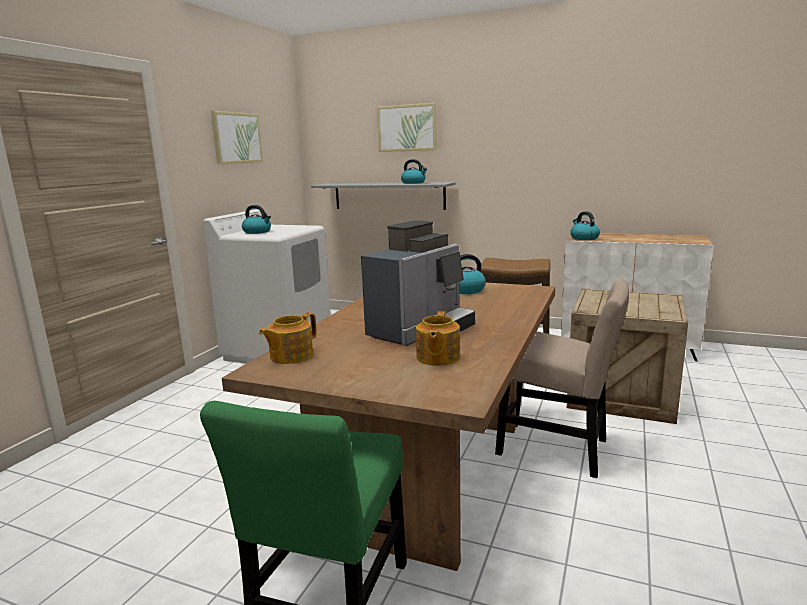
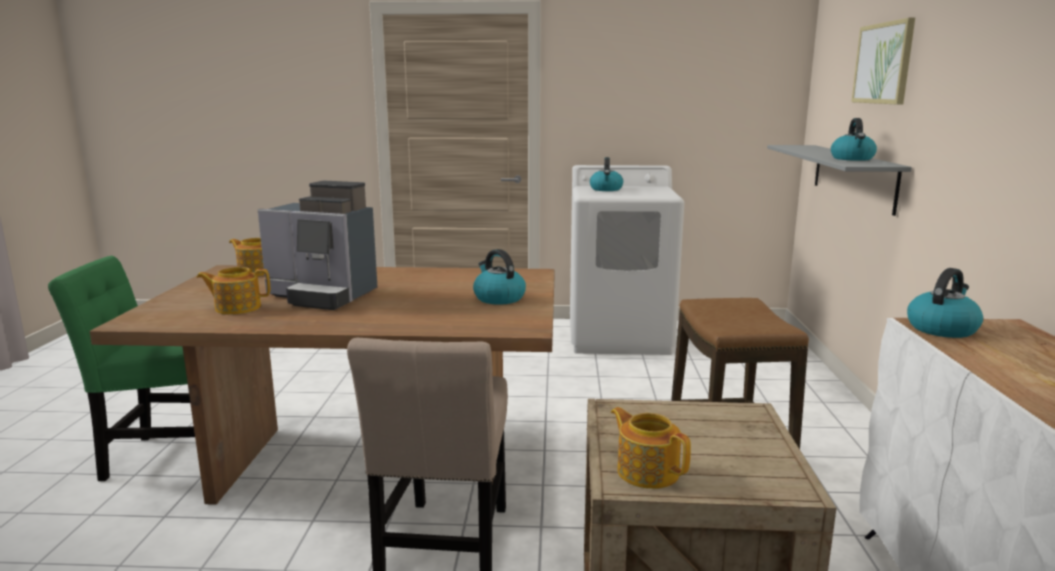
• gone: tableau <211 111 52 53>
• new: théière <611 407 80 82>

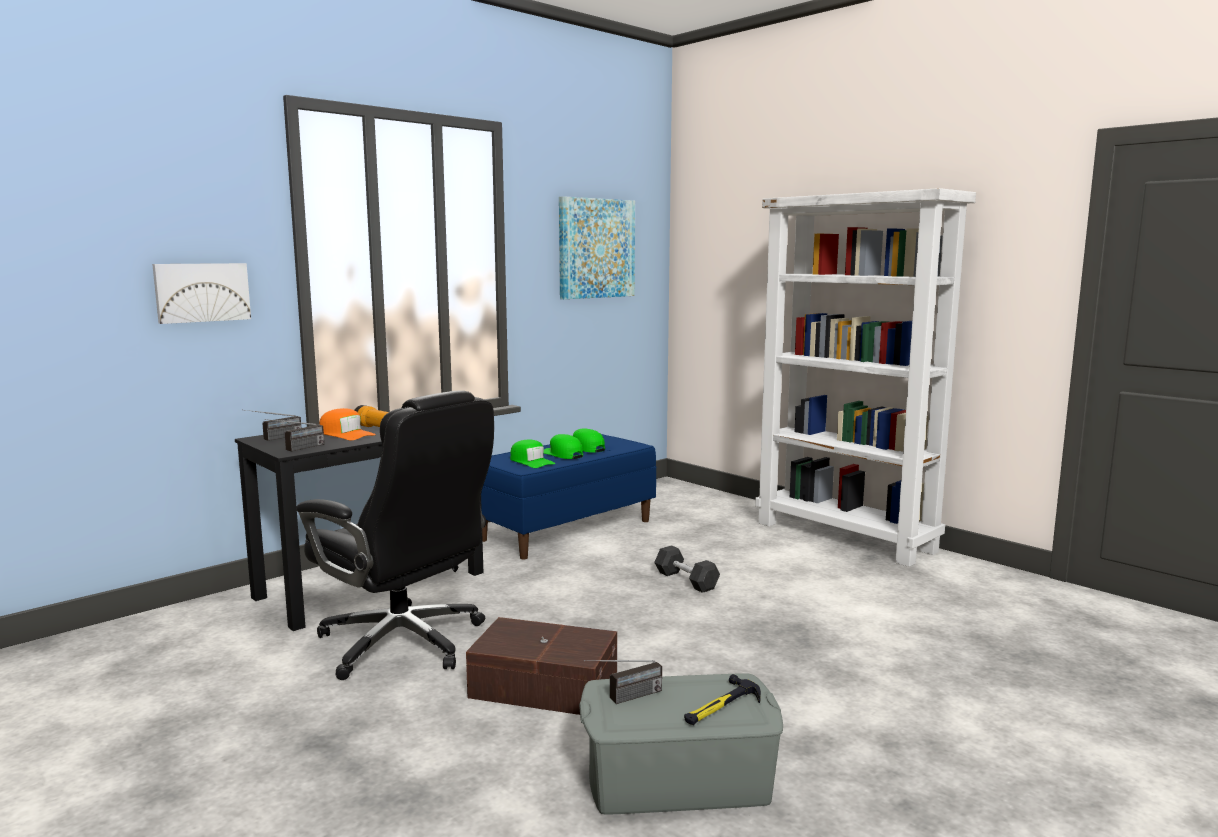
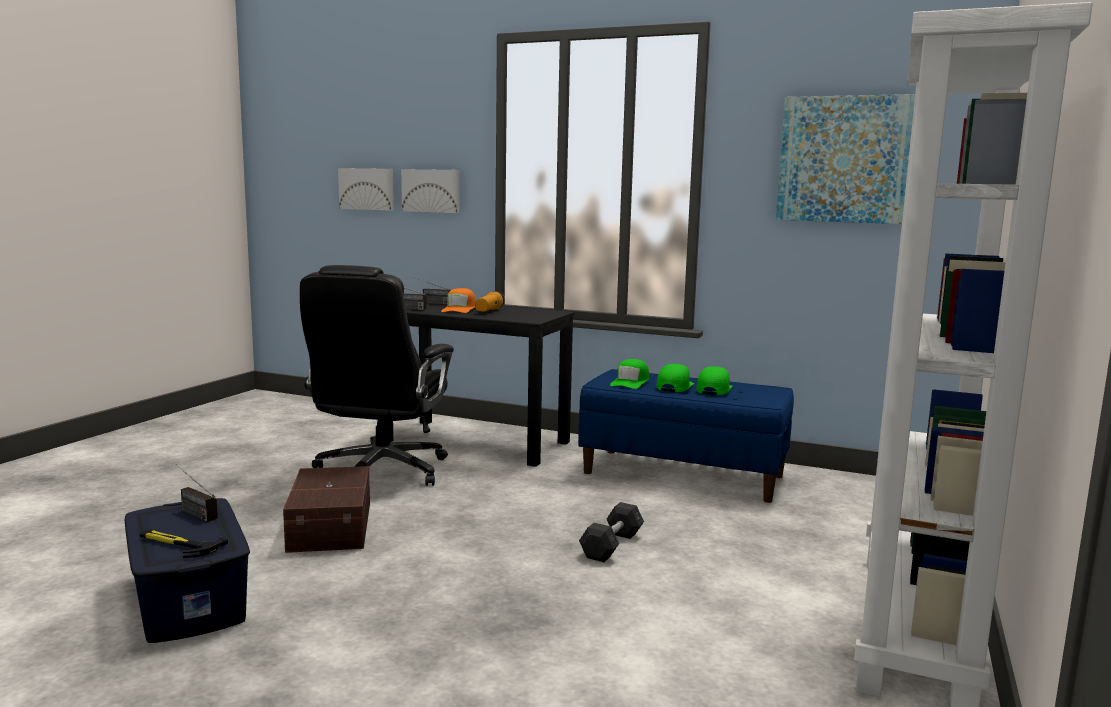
• repainted: boîte de rangement/gris <579 674 204 141> to boîte de rangement/bleu <125 498 125 145>
• new: tableau <338 168 56 43>

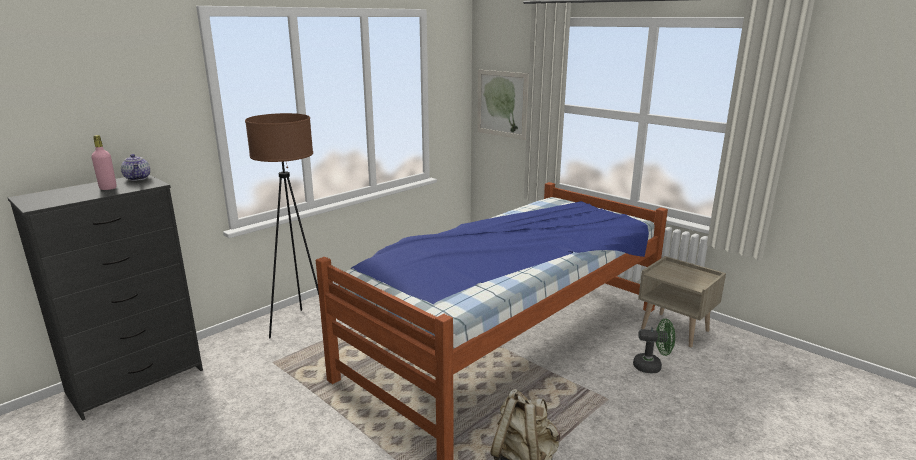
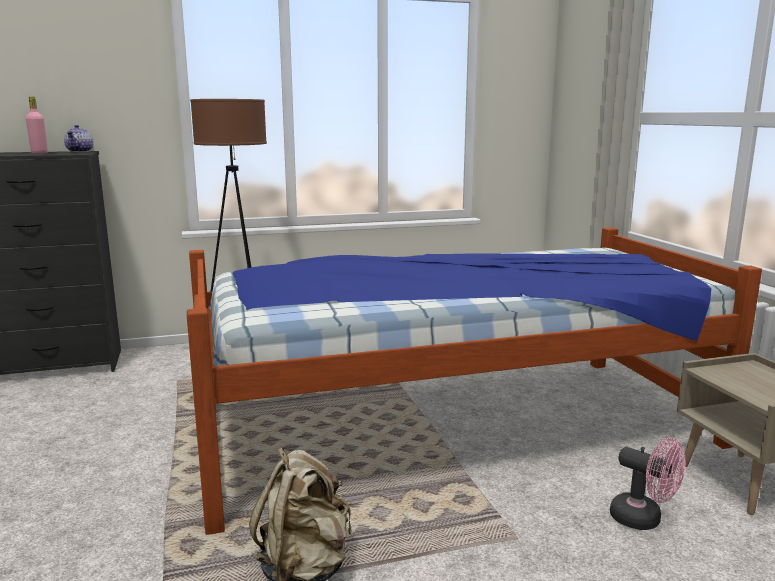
• gone: tableau <477 70 52 70>
• repainted: ventilateur/vert <633 319 42 54> to ventilateur/rose <610 437 76 93>

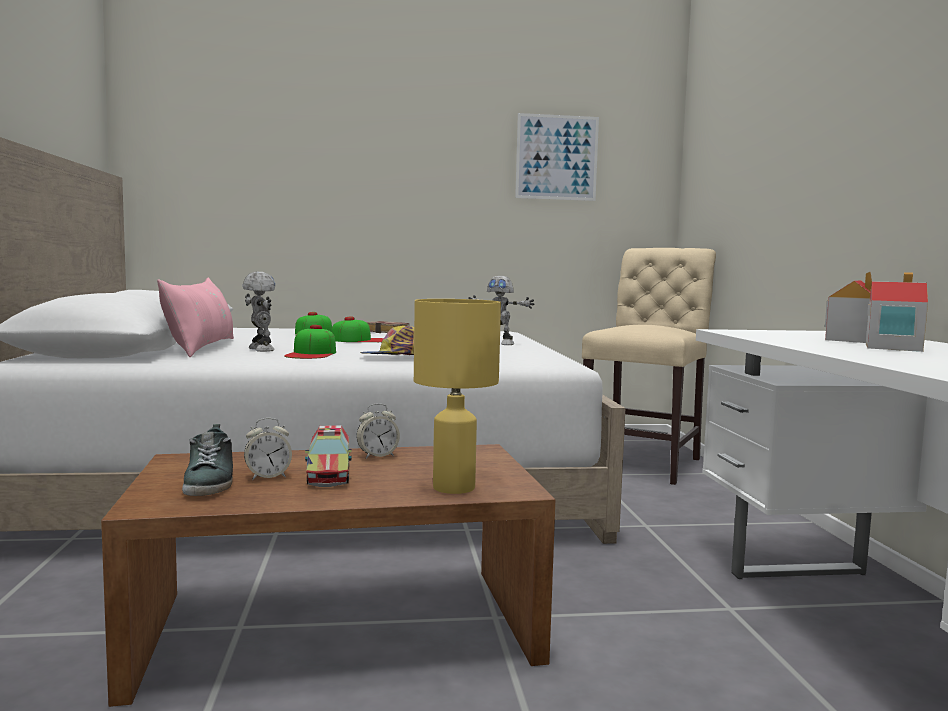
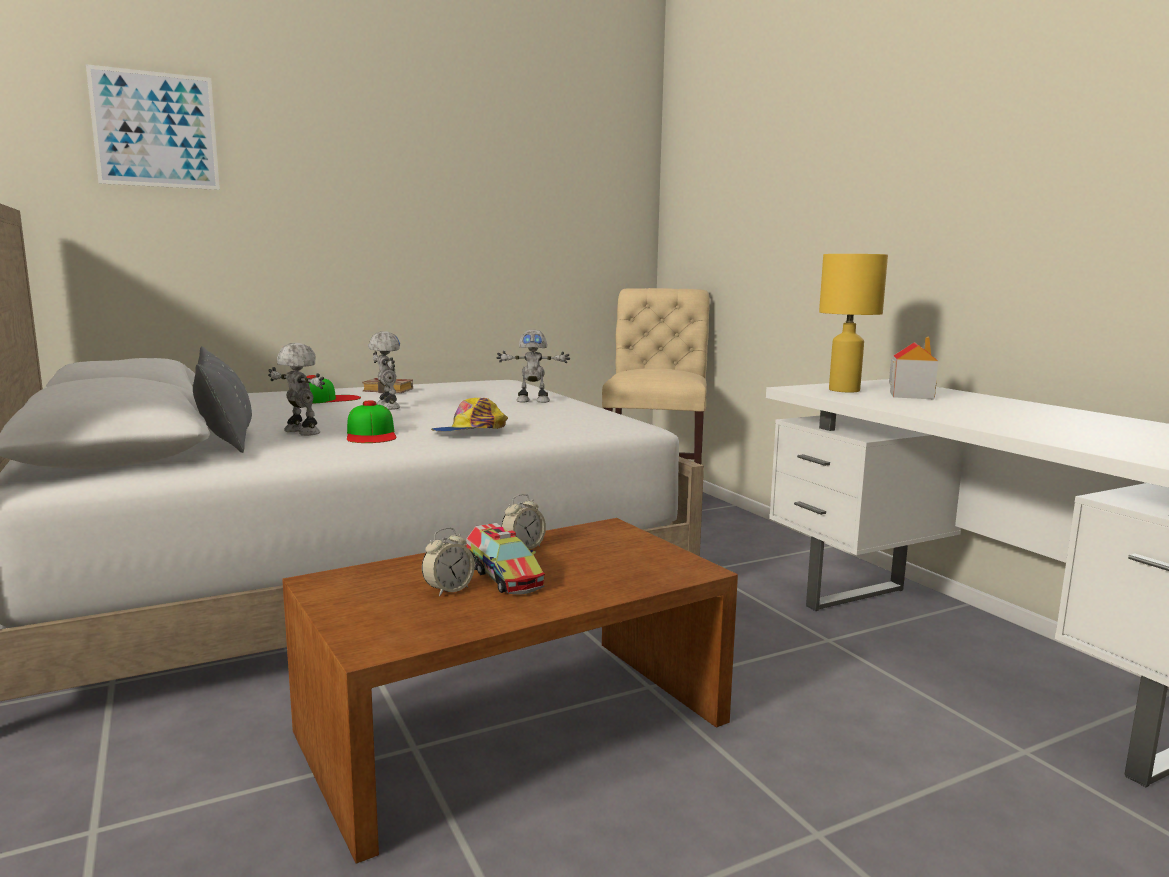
• repainted: coussin/rose <157 278 77 79> to coussin/gris <193 346 59 107>
• gone: chaussure <182 424 51 72>
• swapped: casquette <331 317 53 25> to robot jouet <369 331 31 79>
• shifted: lampe de table/jaune <414 299 87 195> to <819 254 69 138>
• shifted: tableau <515 113 84 88> to <86 64 134 126>
• gone: maison miniature <866 272 62 80>

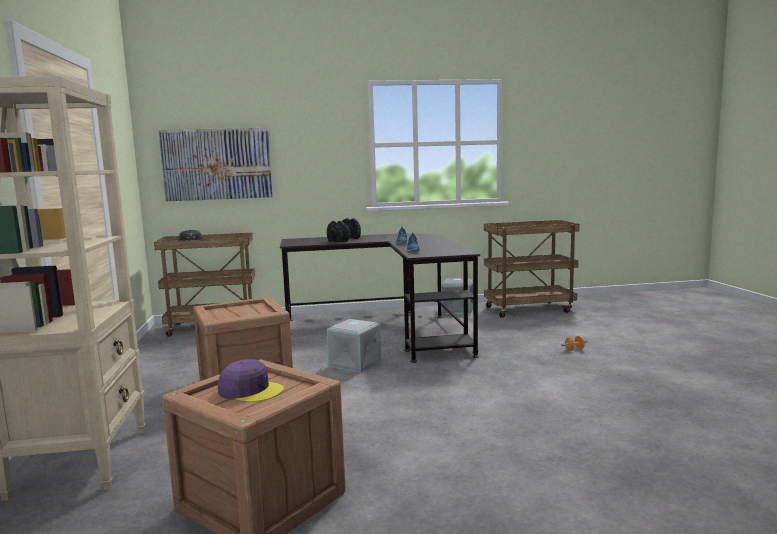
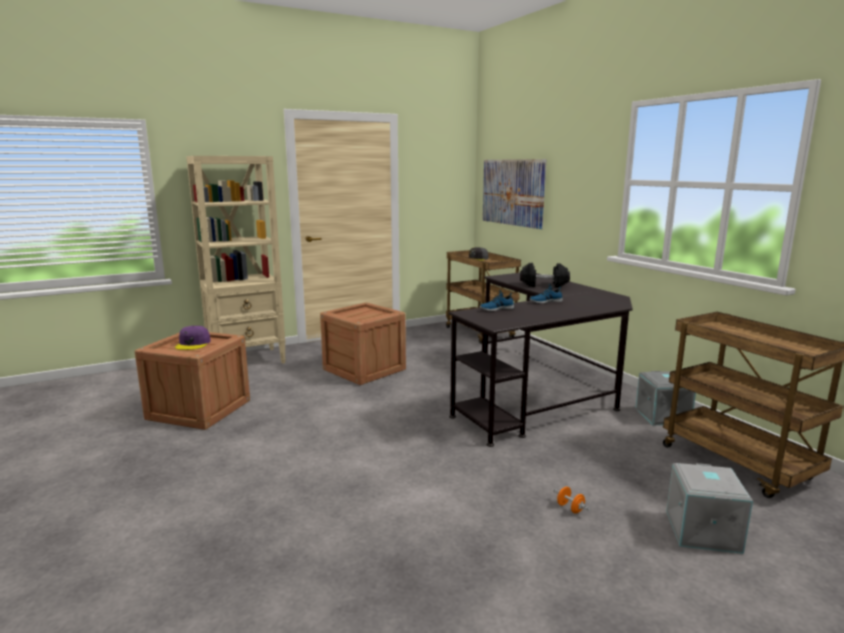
• shifted: boîte de rangement/gris <327 319 55 54> to <666 463 87 91>

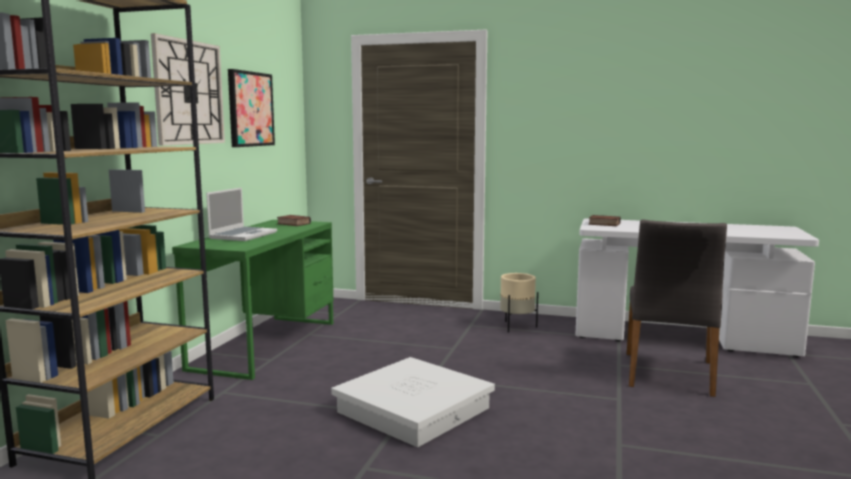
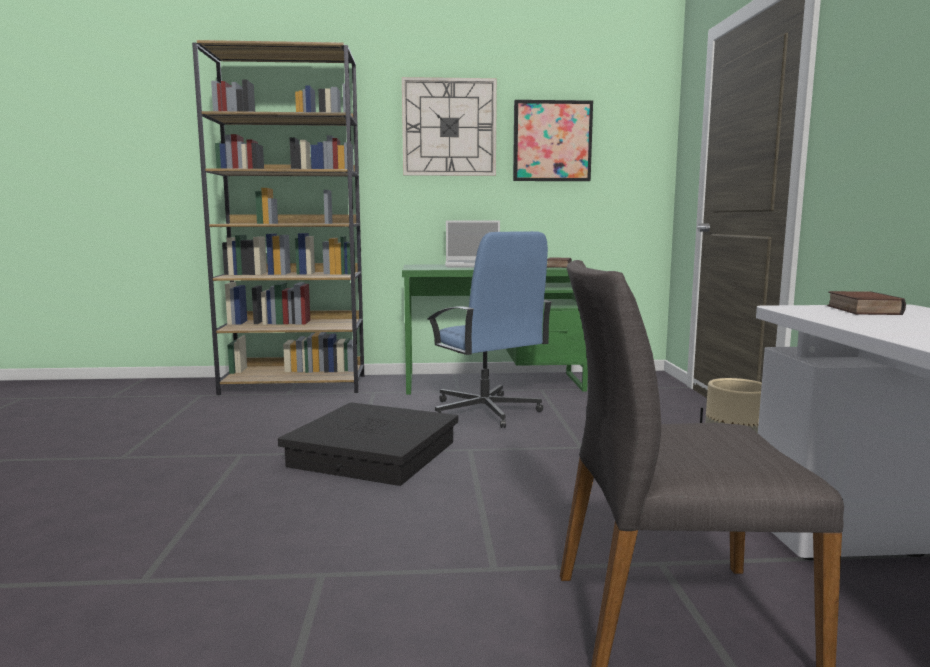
• repainted: boîte de rangement/blanc <331 357 164 90> to boîte de rangement/noir <278 402 180 84>
• new: chaise de bureau/bleu <427 231 125 197>

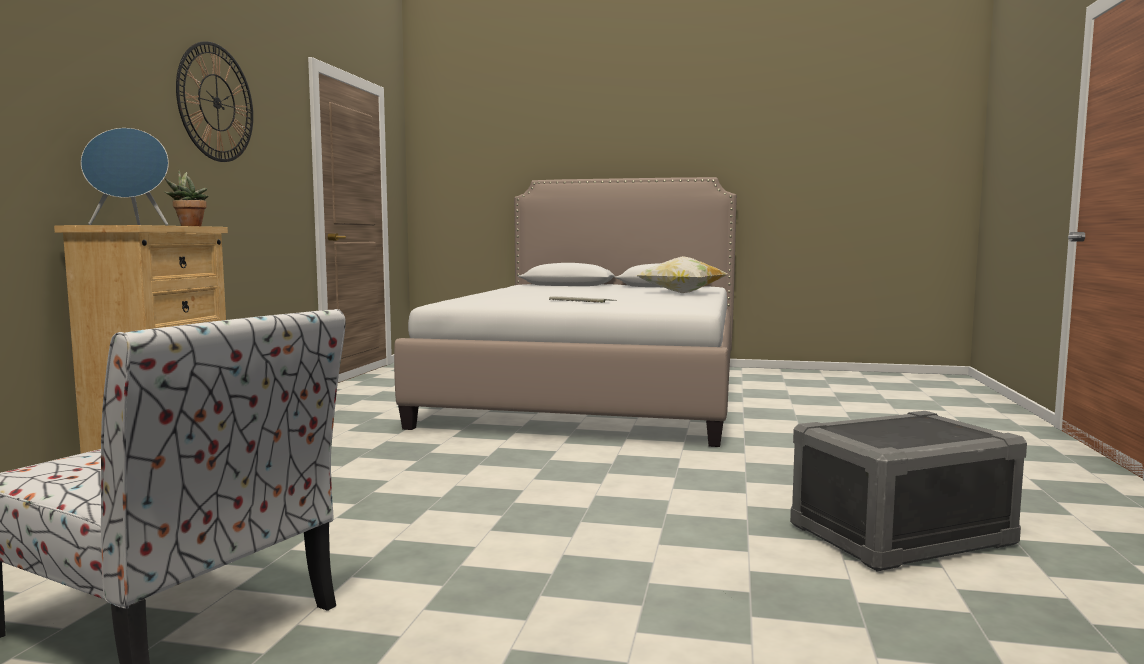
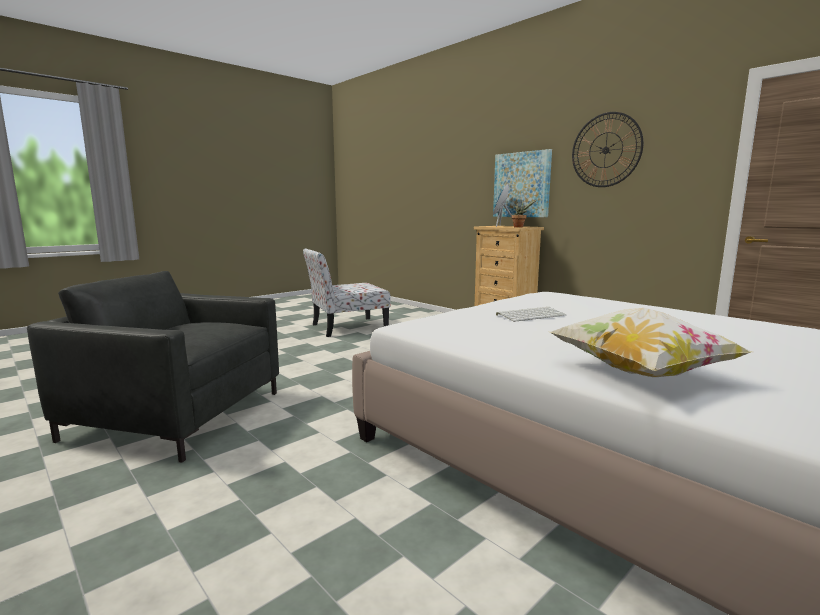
• swapped: boîte de rangement/gris <790 411 237 160> to fauteuil/gris <27 271 252 192>
• new: tableau <493 149 59 68>

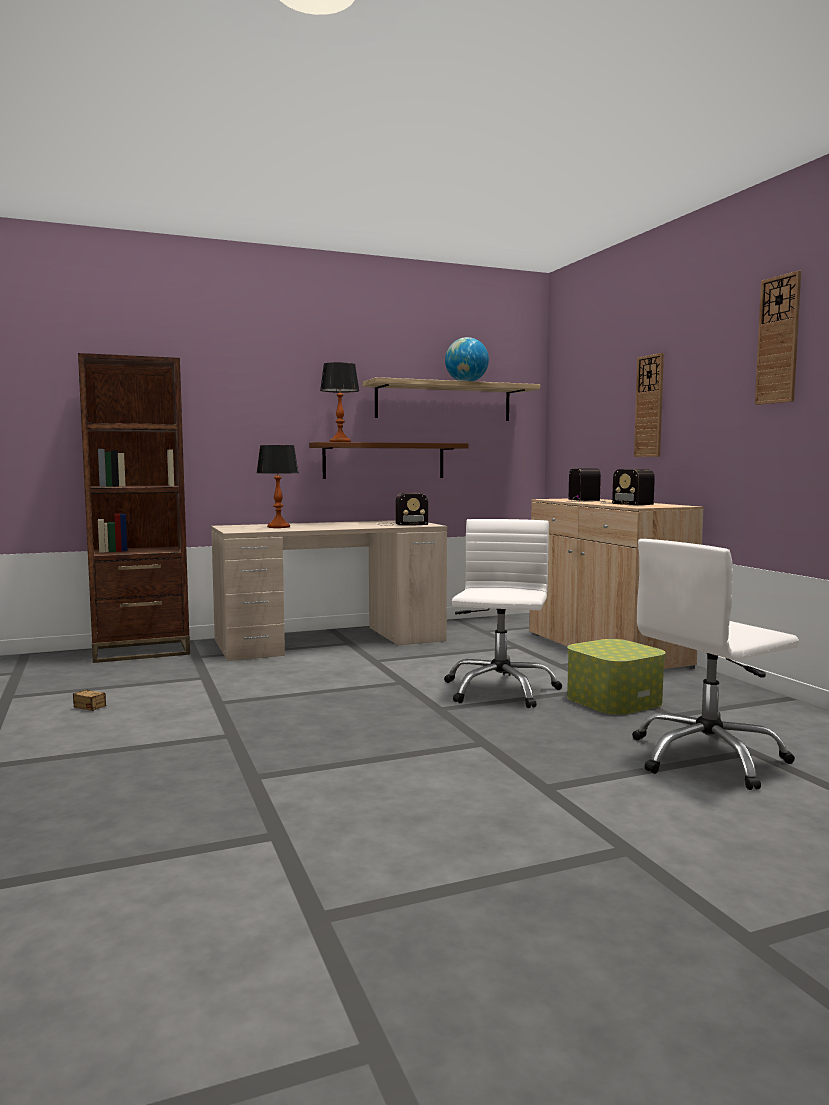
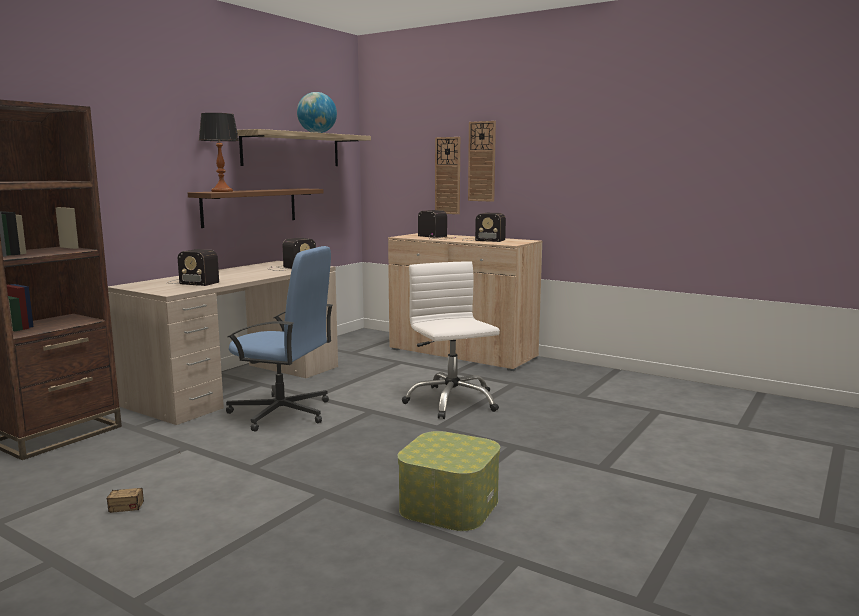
• swapped: lampe de table <257 445 41 83> to radio <167 249 52 37>
• shifted: boîte de rangement <567 639 99 76> to <397 431 103 100>
• gone: chaise de bureau/blanc <632 539 167 251>
• shifted: horloge murale <755 271 46 134> to <435 137 25 77>
• new: chaise de bureau/bleu <226 246 107 186>

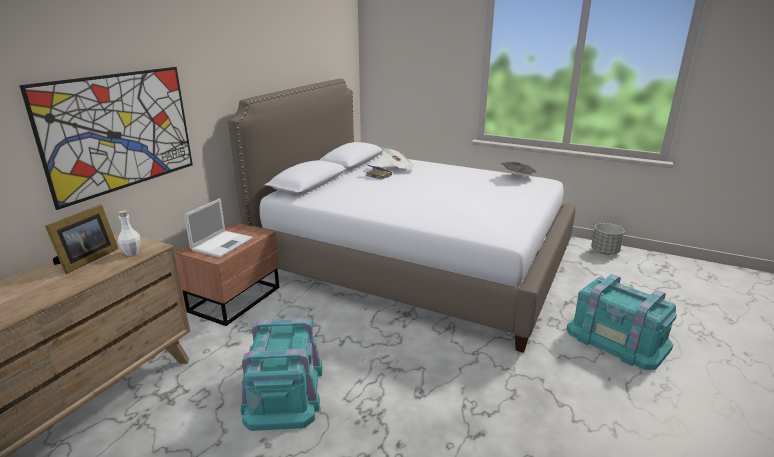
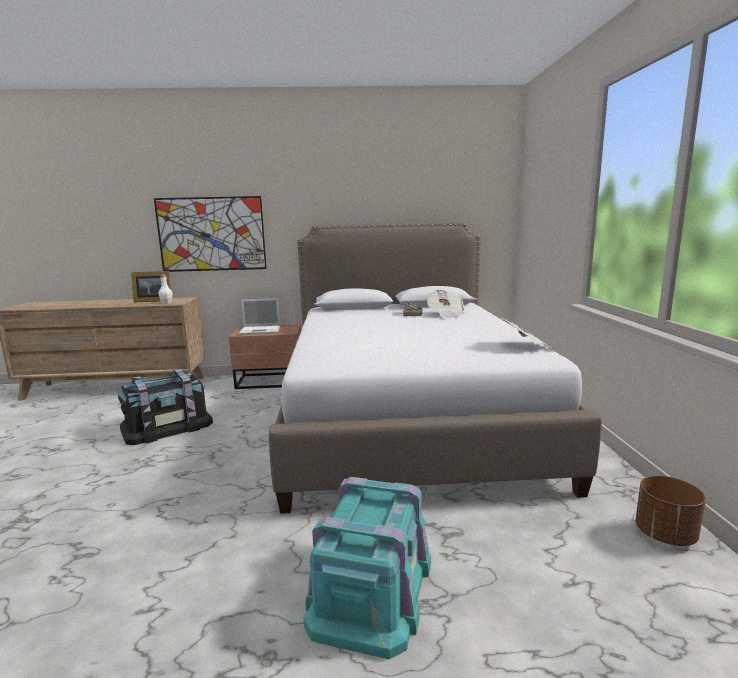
• repainted: boîte de rangement/turquoise <241 318 81 113> to boîte de rangement/noir <118 369 95 76>
• repainted: cache-pot/gris <591 223 33 32> to cache-pot/marron <636 476 70 70>

